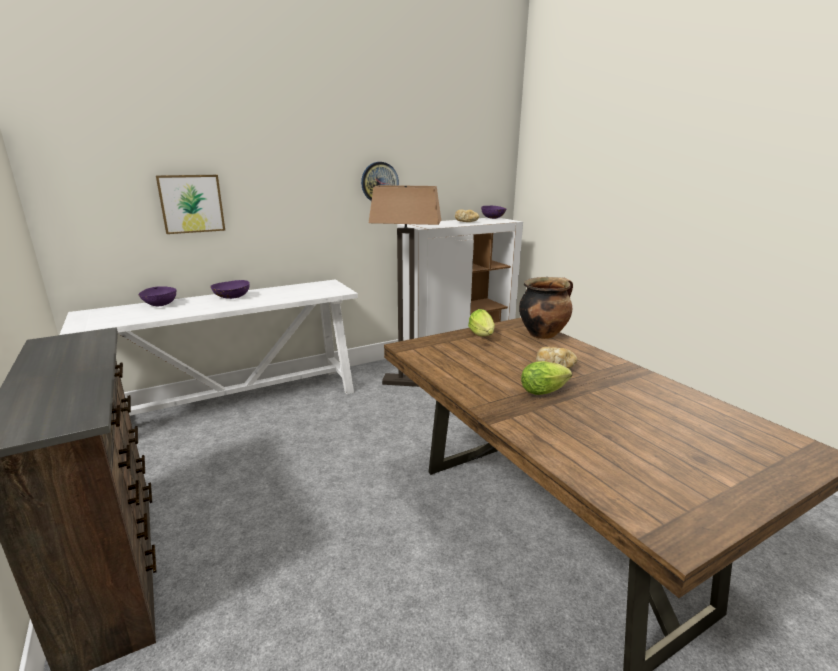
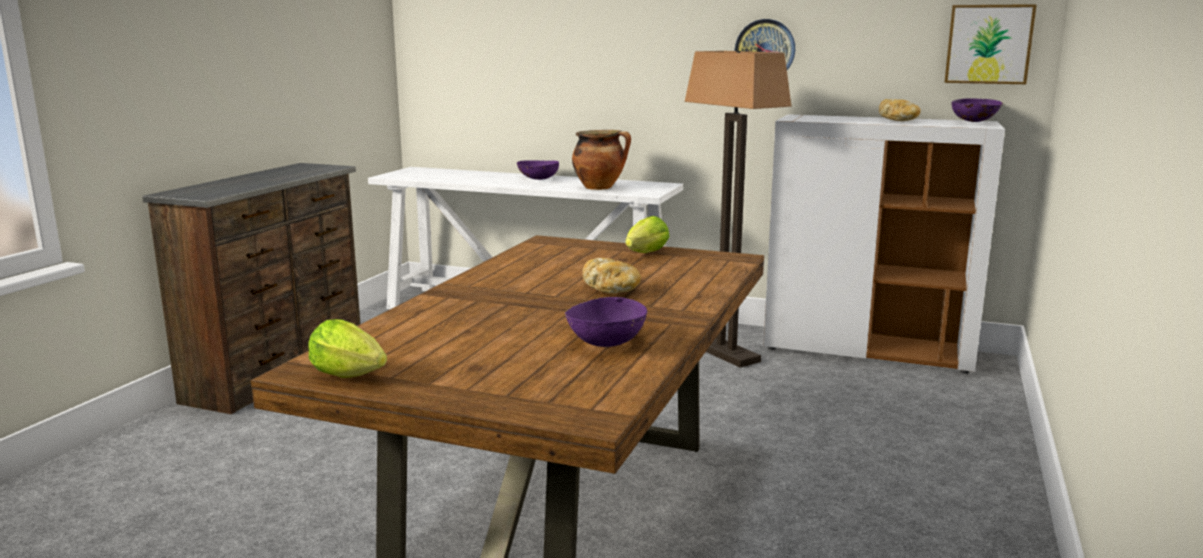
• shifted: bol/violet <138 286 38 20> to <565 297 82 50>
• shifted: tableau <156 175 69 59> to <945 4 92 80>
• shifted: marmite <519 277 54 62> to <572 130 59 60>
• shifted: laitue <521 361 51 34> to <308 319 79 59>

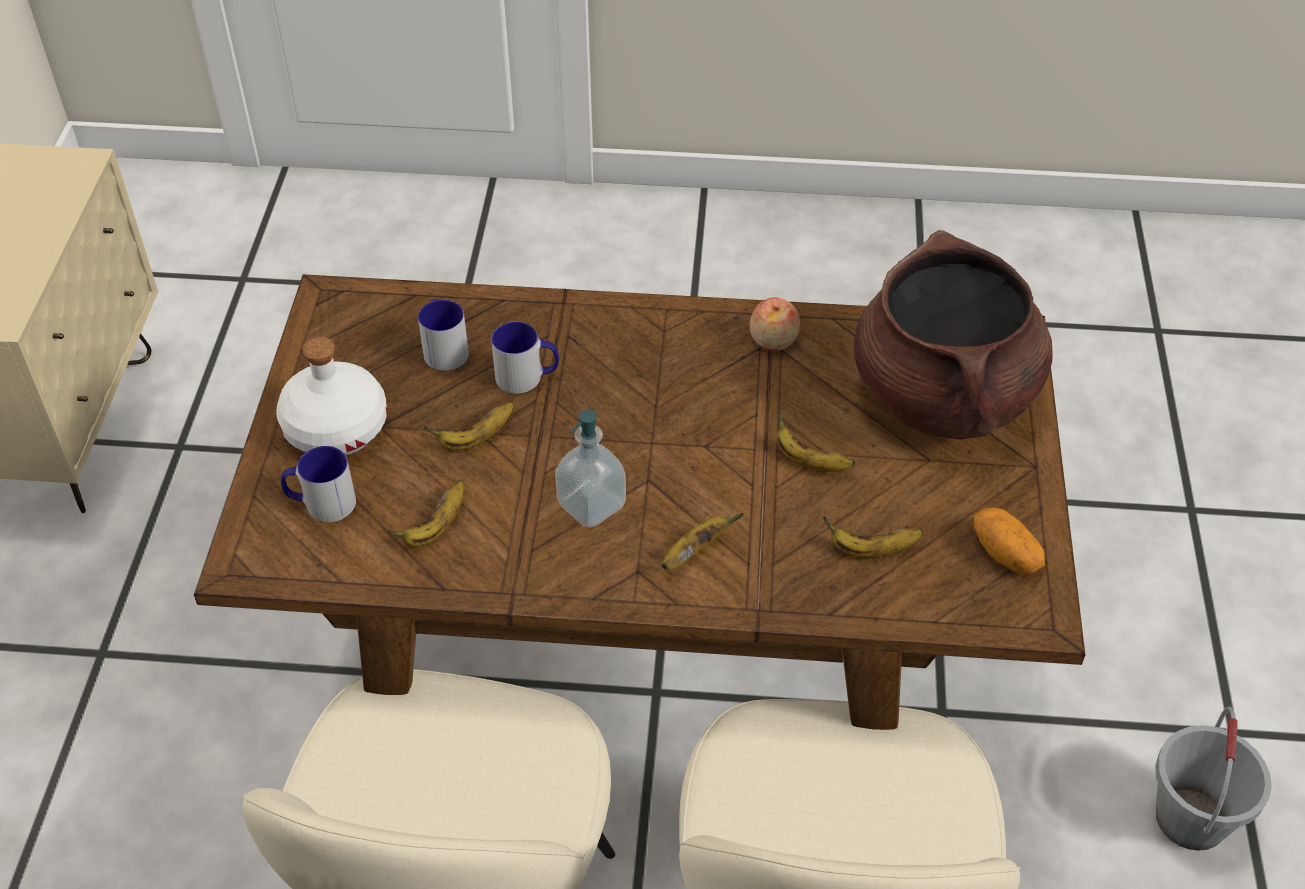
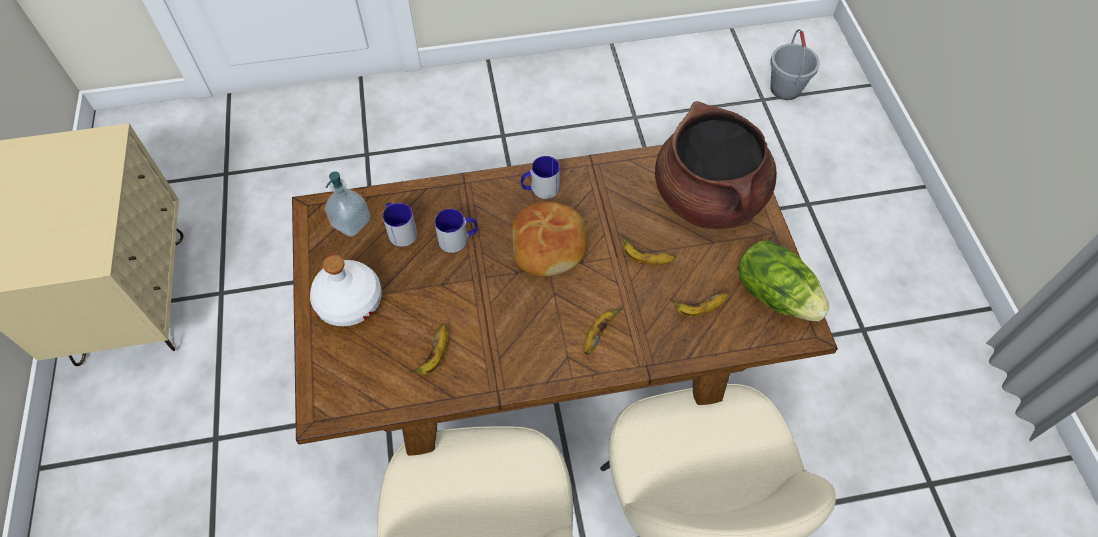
• shifted: mug <281 446 75 76> to <521 156 39 43>
• gone: banane <423 401 91 49>
• shifted: distributeur de savon <555 410 71 118> to <325 172 45 65>
• gone: pomme <750 297 50 54>
• swapped: pomme de terre <974 507 71 68> to laitue <737 241 93 80>
• shifted: seau/gris <1155 706 117 145> to <770 29 50 71>
• new: pain <512 201 75 76>

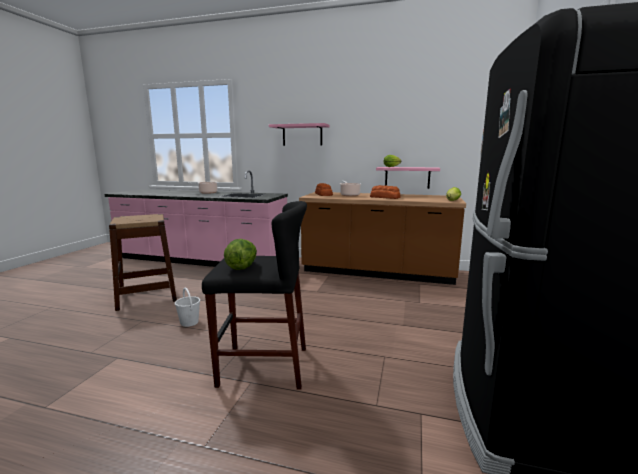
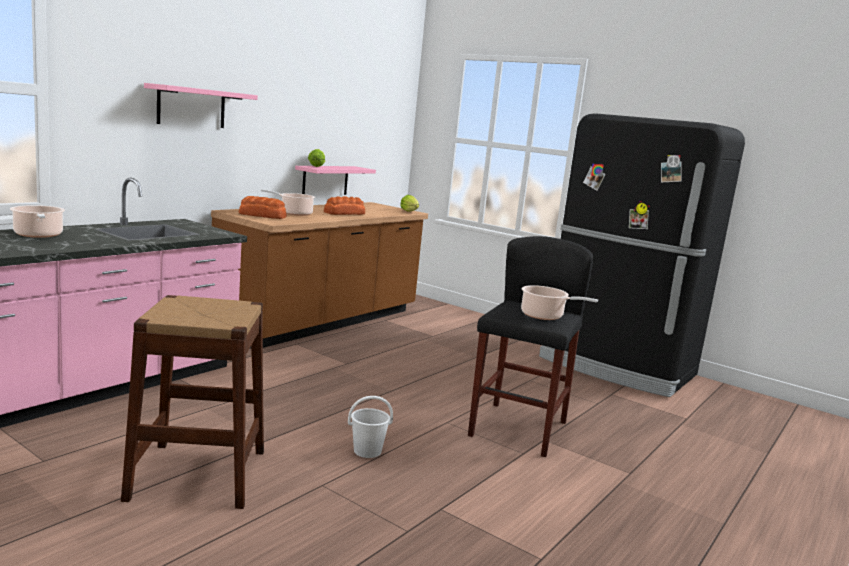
• swapped: laitue <224 239 33 31> to marmite <521 285 77 35>

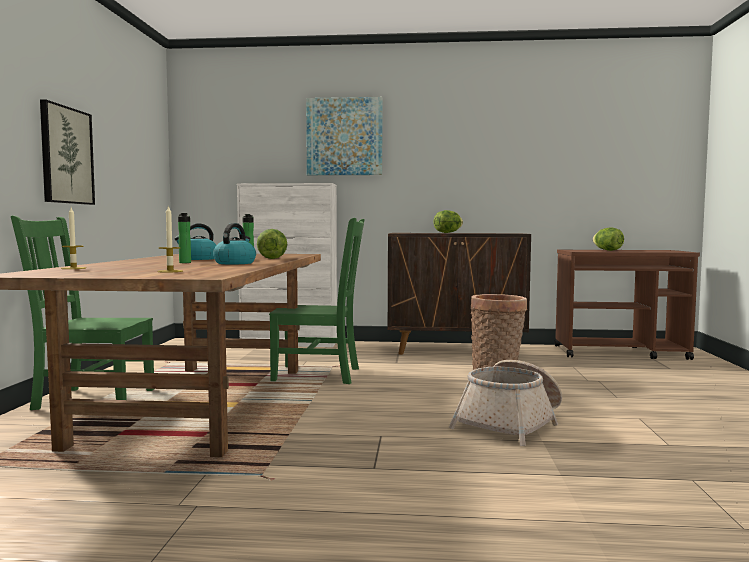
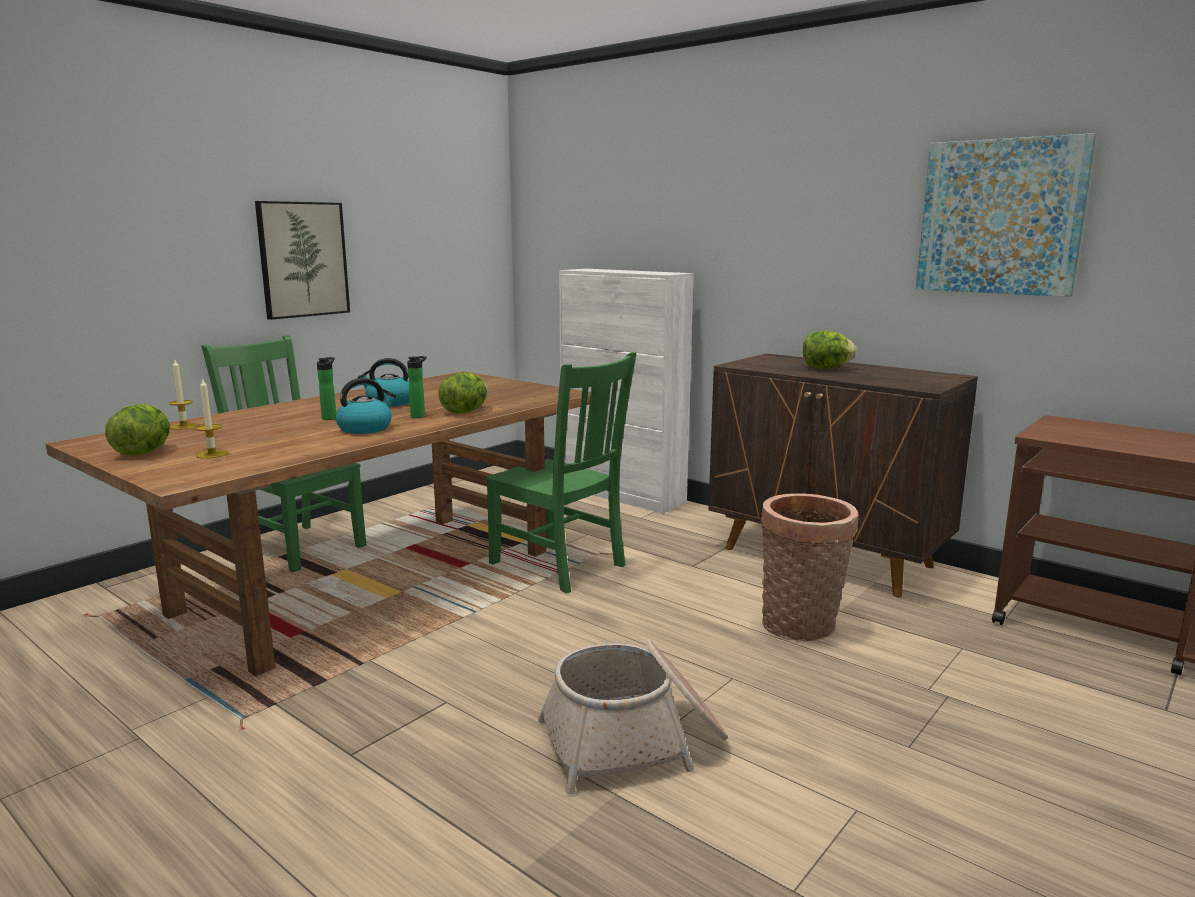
• shifted: tableau <306 97 77 78> to <916 133 180 164>
• shifted: laitue <593 228 31 23> to <105 404 65 52>

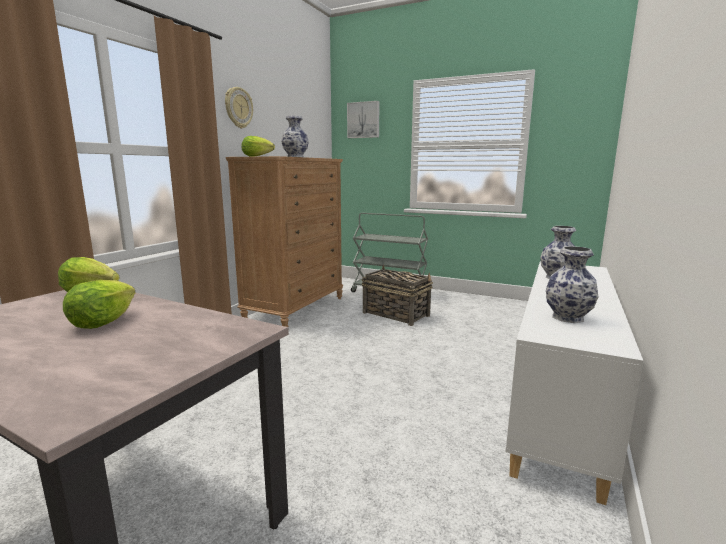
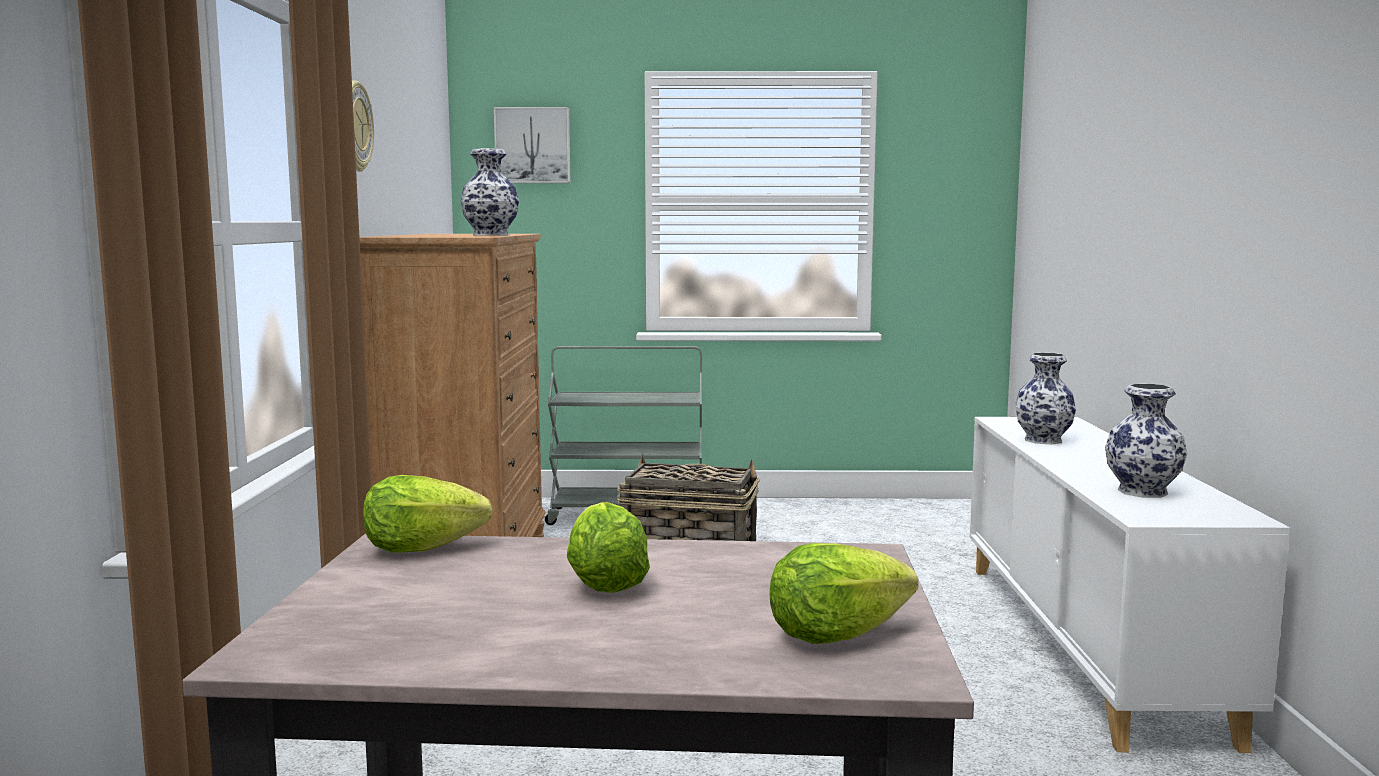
• shifted: laitue <242 136 33 21> to <769 543 149 101>

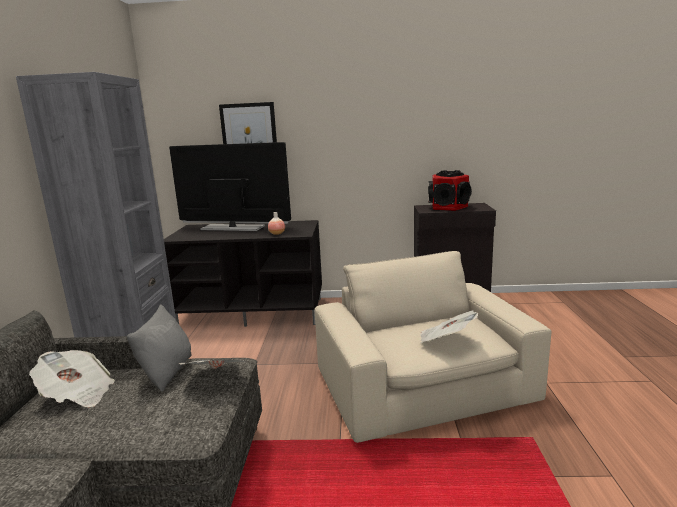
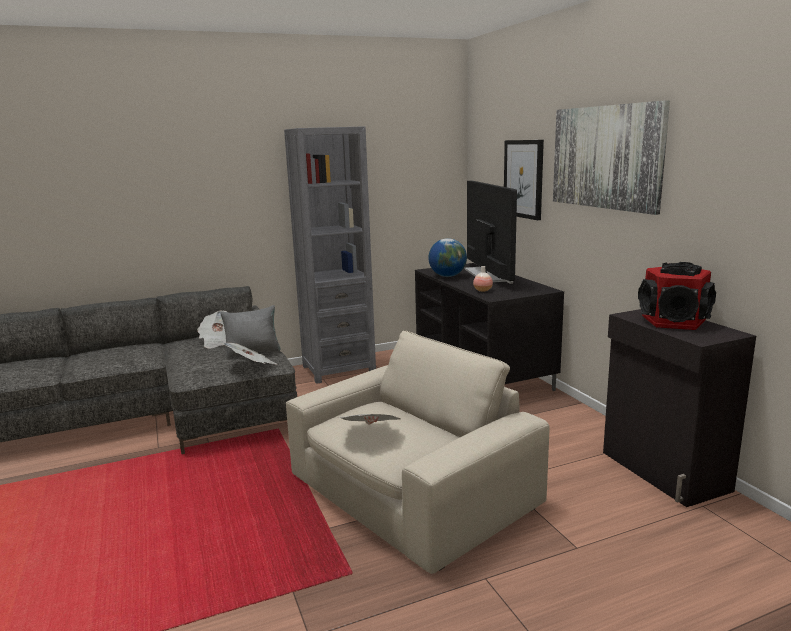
• new: globe <428 238 39 39>
• new: tableau <553 100 117 115>

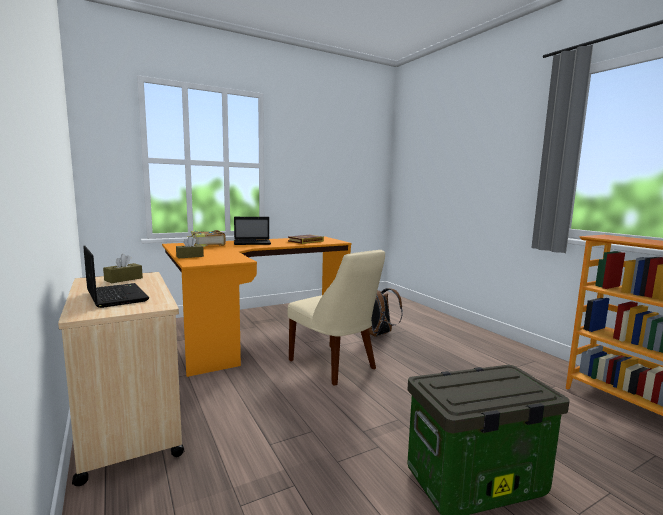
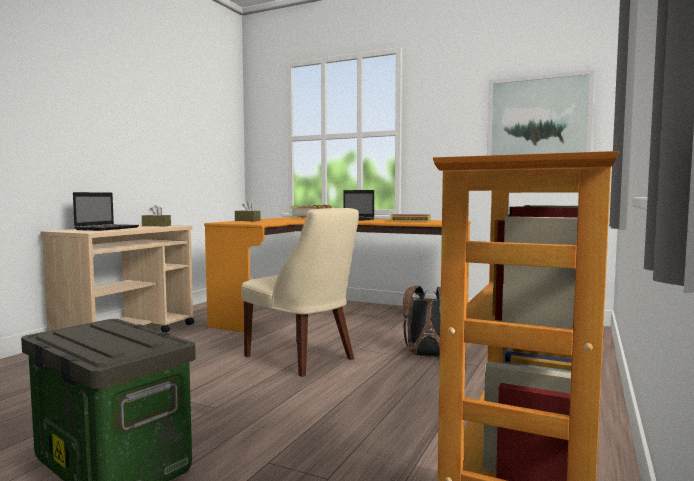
• rotated: chaise/beige <287 250 98 136> = <241 208 118 169> 60 degrees counterclockwise
• new: tableau <487 70 107 85>

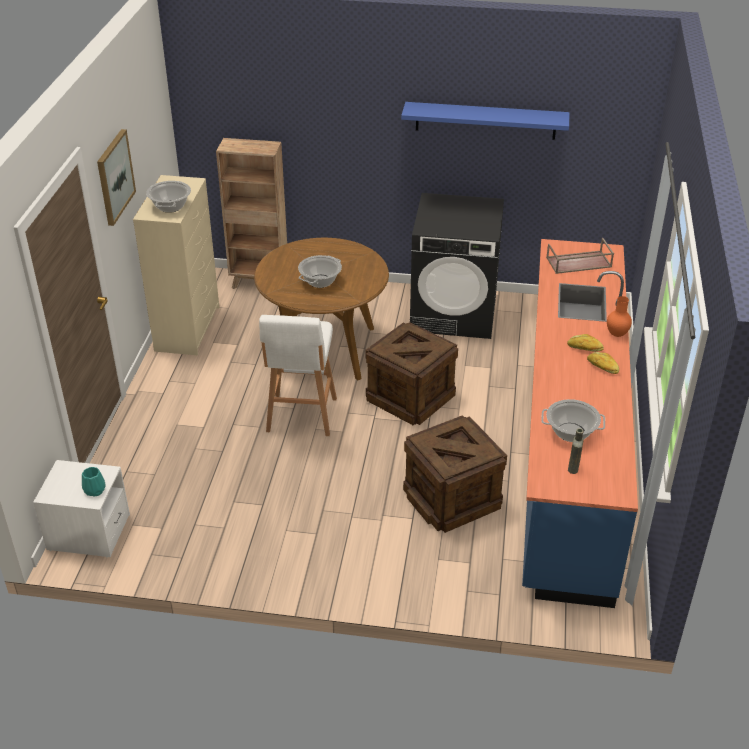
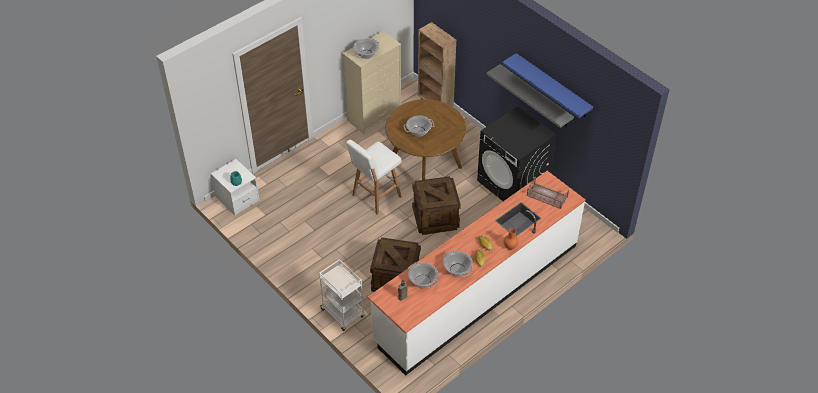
• gone: tableau <97 129 39 97>
• repainted: comptoir de cuisine/bleu <522 239 116 369> to comptoir de cuisine/blanc <368 171 218 204>
• new: chariot/blanc <319 259 46 72>
• new: marmite <443 251 30 26>
• new: étagère/gris <486 64 88 64>

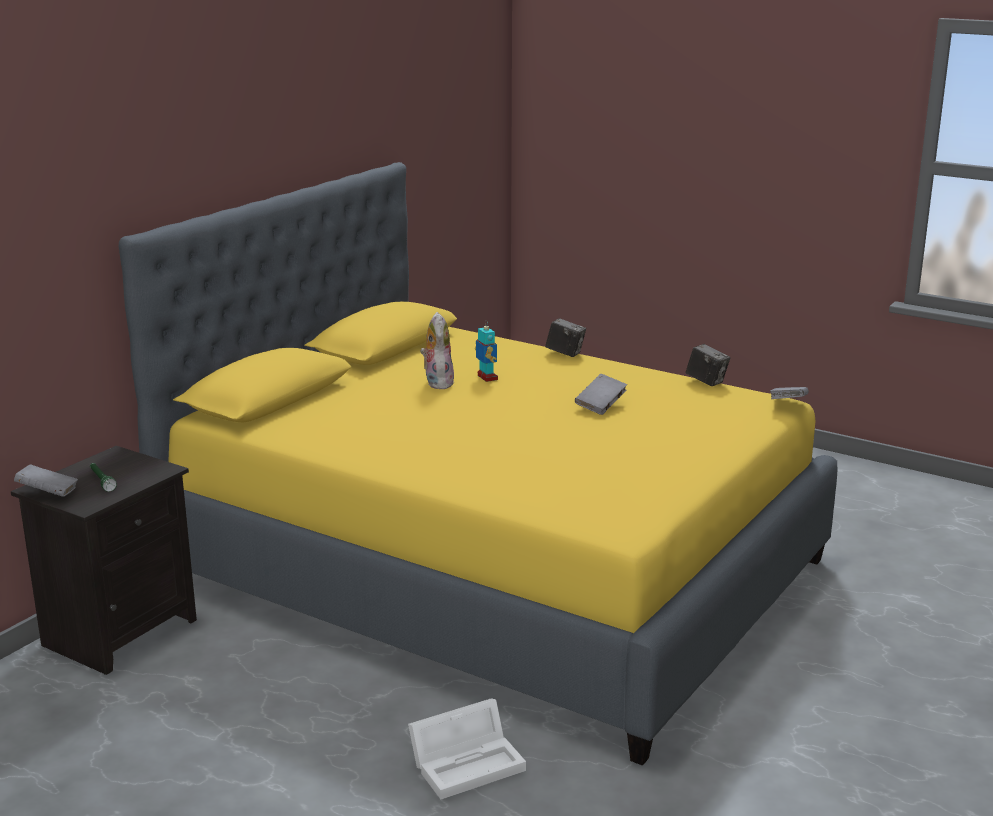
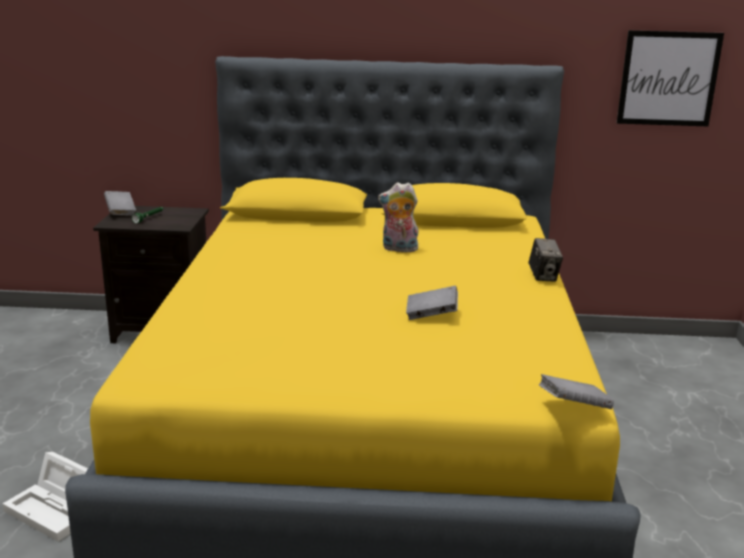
• rotated: peluche <420 312 34 77> = <378 182 41 70> 135 degrees counterclockwise
• gone: robot jouet <475 320 23 62>
• gone: appareil photo <686 344 44 42>
• new: tableau <617 30 107 96>

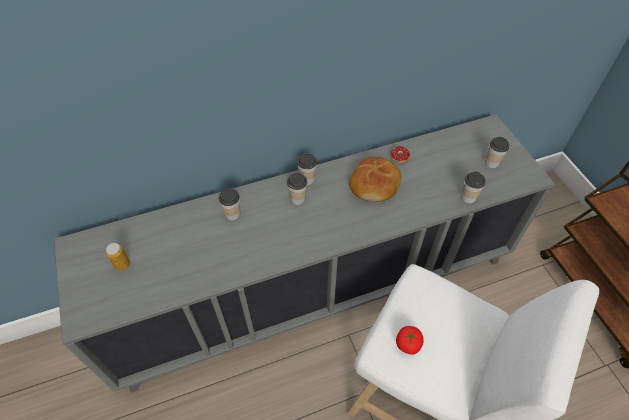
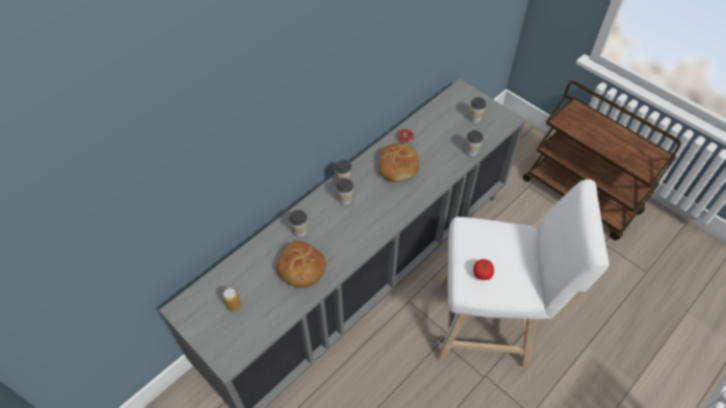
• new: pain <276 241 50 47>

